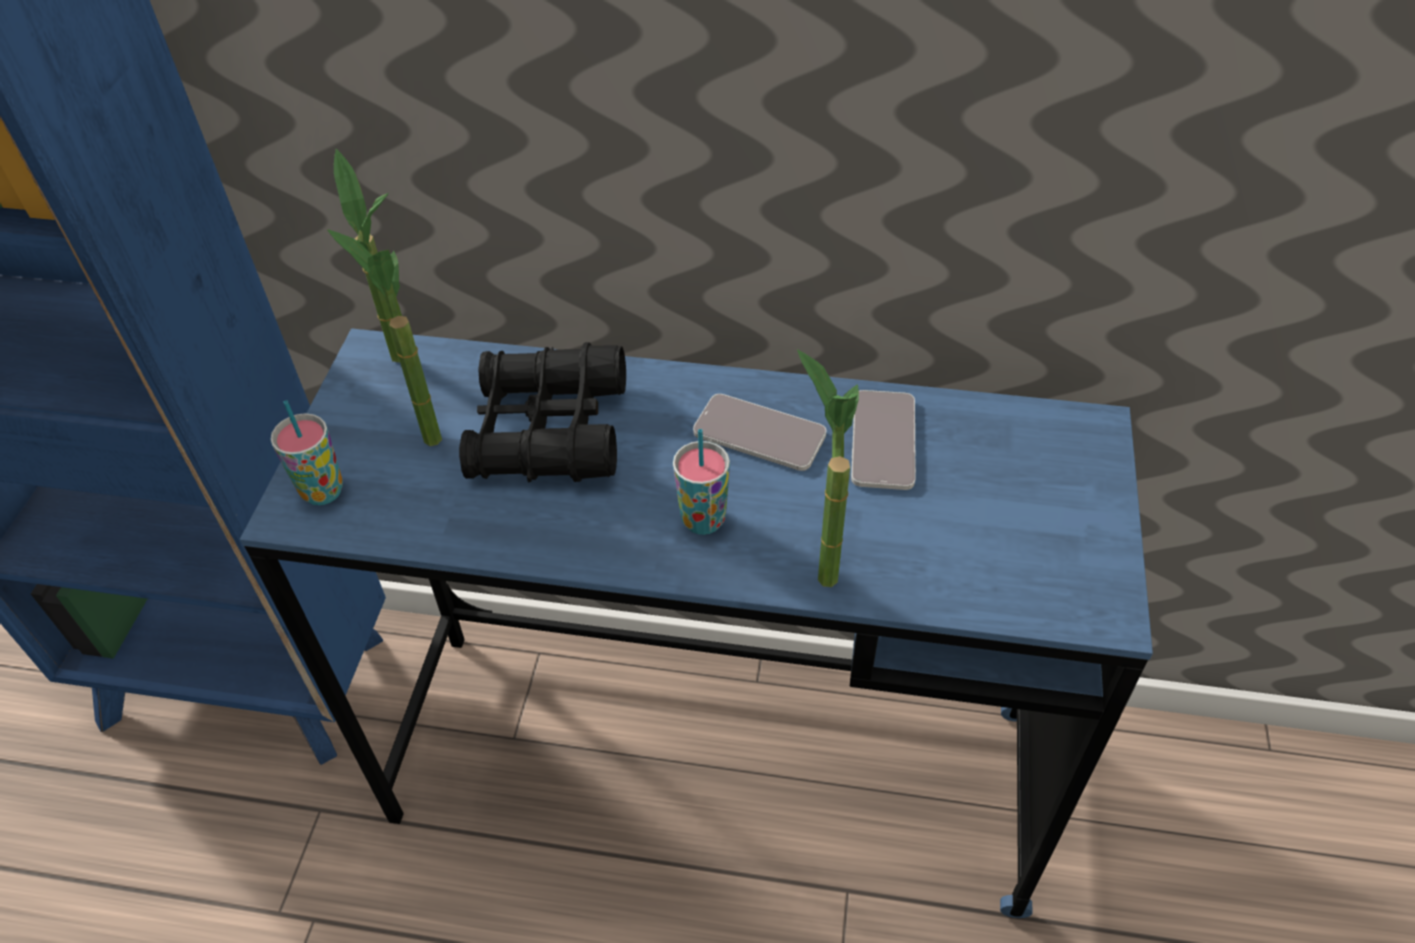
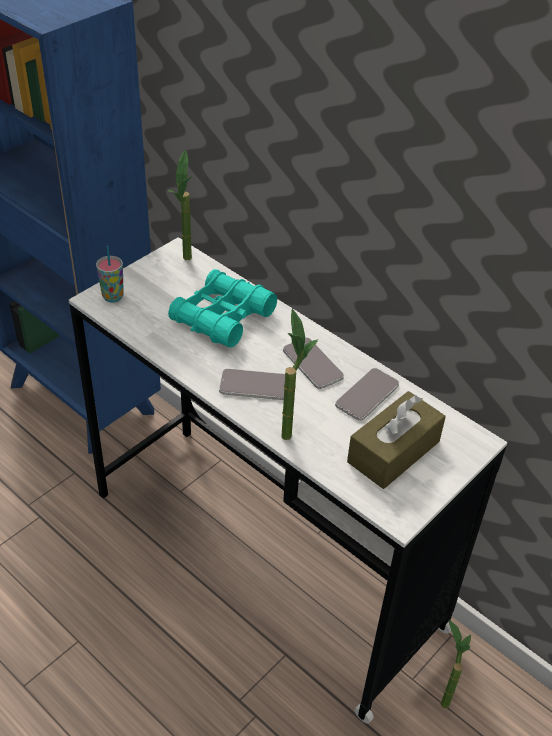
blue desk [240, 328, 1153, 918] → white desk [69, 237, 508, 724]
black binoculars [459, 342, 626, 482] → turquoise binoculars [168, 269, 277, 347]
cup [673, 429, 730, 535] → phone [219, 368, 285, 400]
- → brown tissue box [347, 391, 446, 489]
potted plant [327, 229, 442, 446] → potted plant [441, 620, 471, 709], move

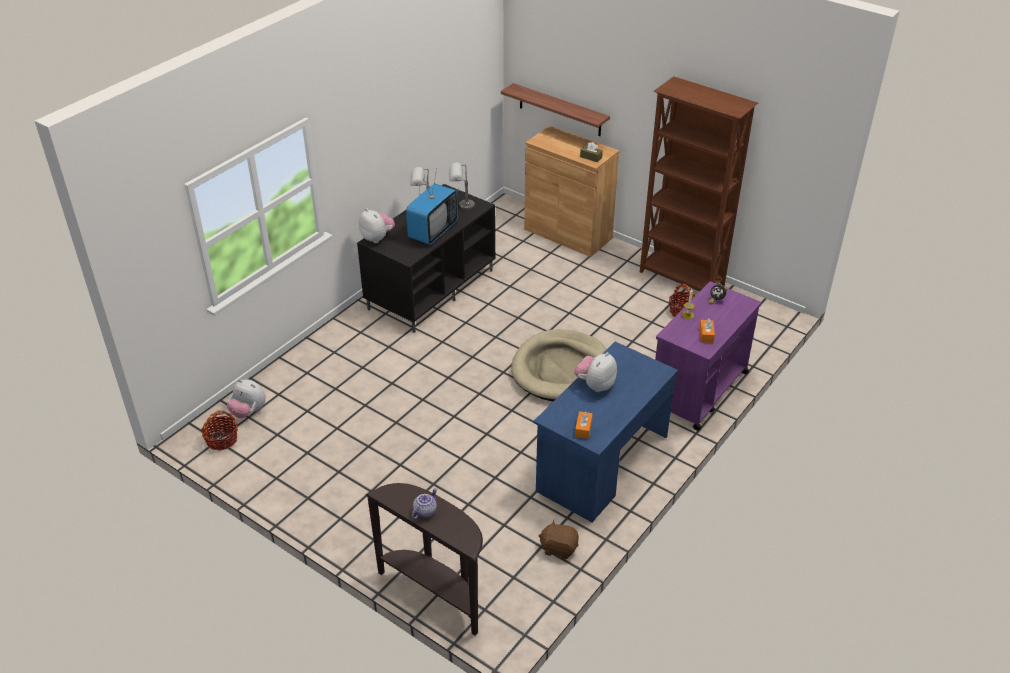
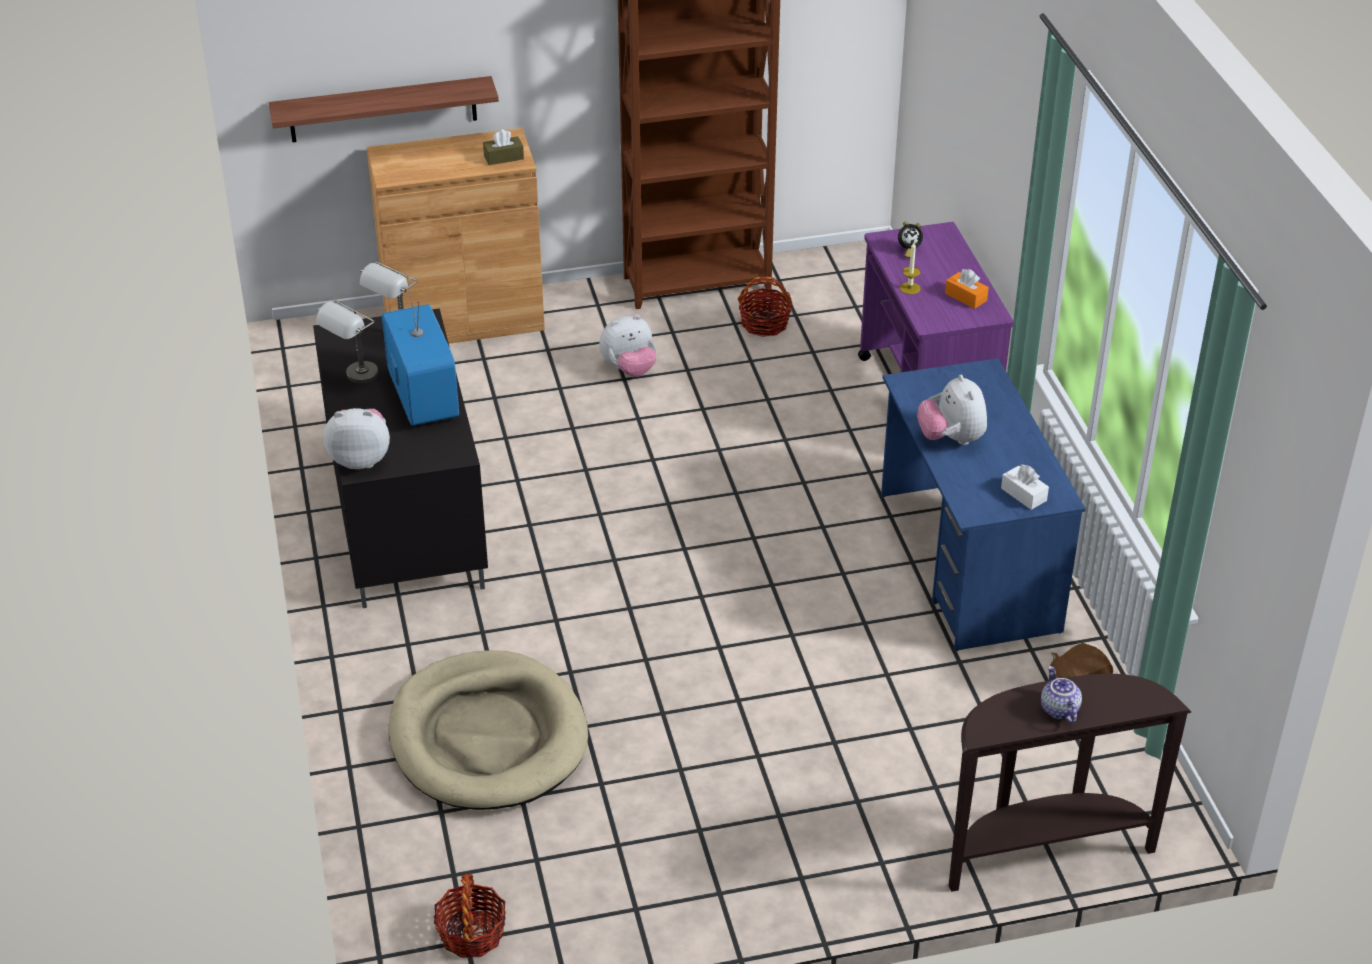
beige dog bed [511, 329, 607, 401] → beige dog bed [389, 650, 588, 810], move
plush toy [227, 379, 266, 418] → plush toy [599, 315, 657, 377], move
orange tissue box [575, 411, 593, 439] → white tissue box [1001, 465, 1049, 510]

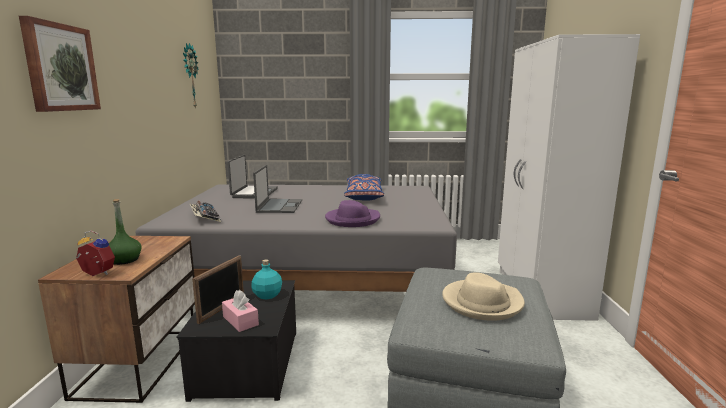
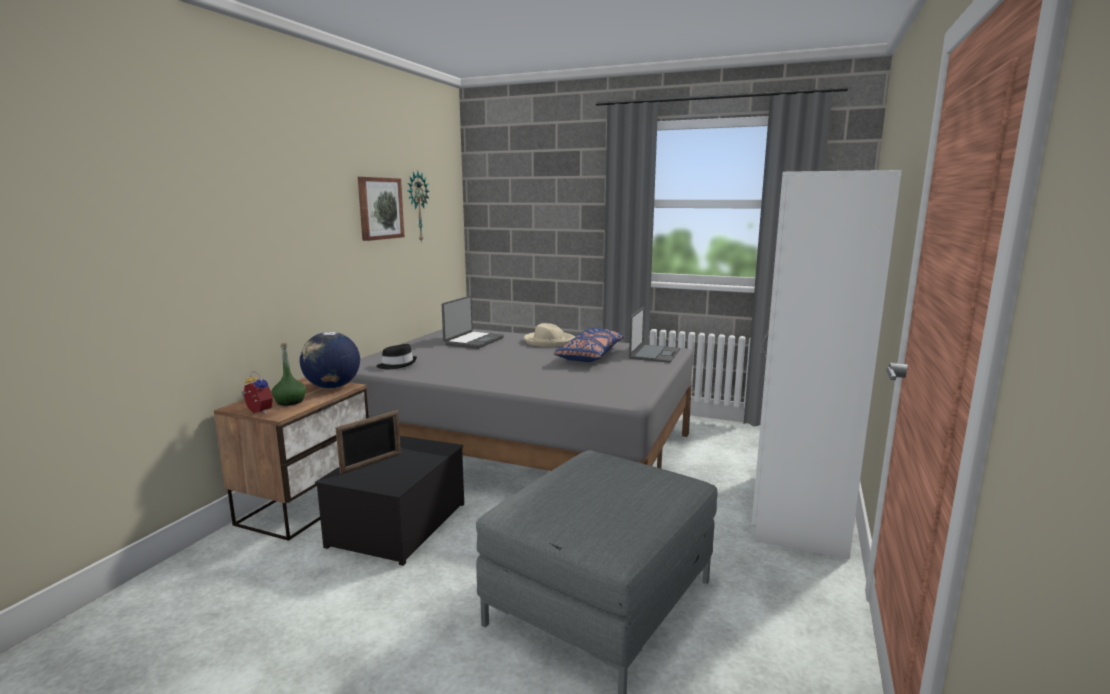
- → globe [300, 332, 360, 389]
picture [19, 16, 101, 112] → picture [358, 177, 405, 241], move
keyboard [189, 201, 221, 222] → black hat [376, 344, 417, 369]
beige hat [442, 272, 525, 321] → beige hat [524, 323, 575, 347], move
laptop [253, 165, 302, 213] → laptop [629, 307, 680, 363], move
pink tissue box [222, 290, 259, 332] → -
turquoise bottle [251, 259, 282, 300] → -
purple hat [325, 200, 380, 227] → -

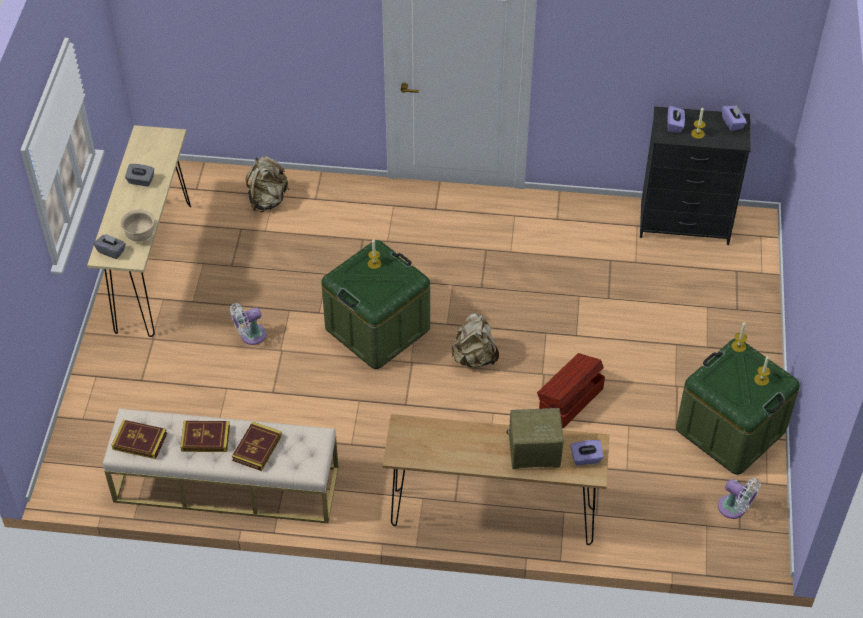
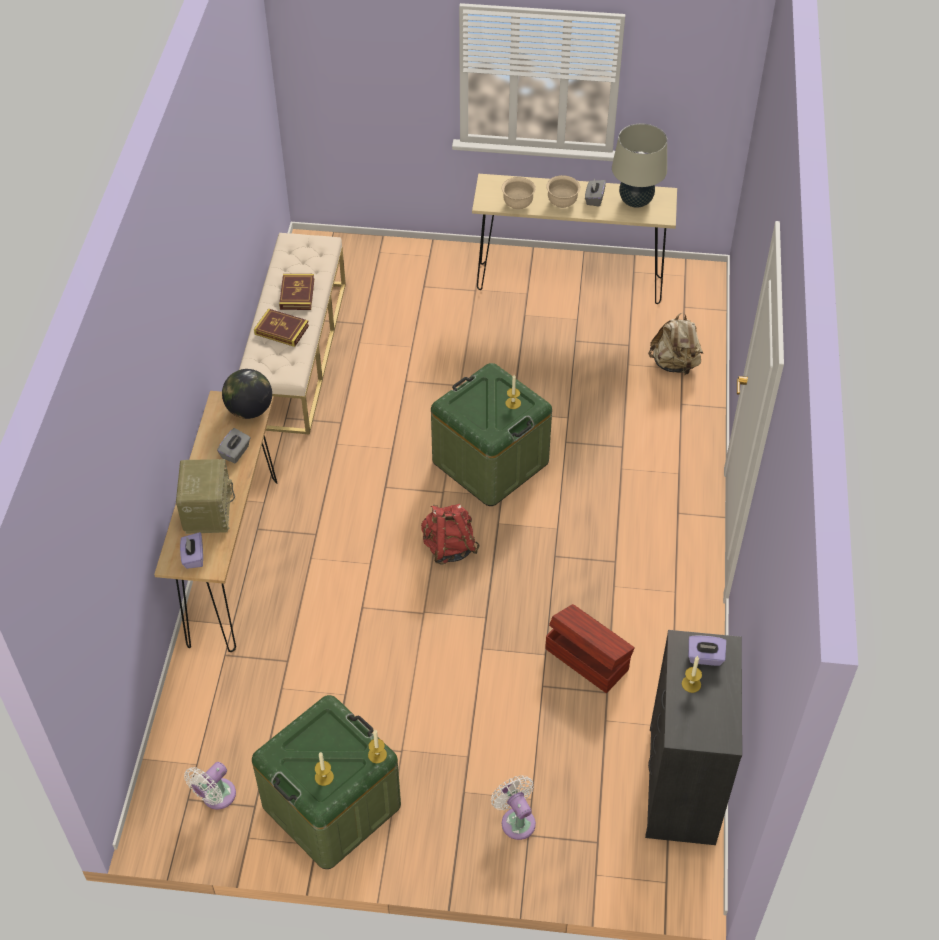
grey tissue box [94, 233, 126, 259] → grey tissue box [217, 428, 250, 463], move
- → globe [222, 369, 272, 419]
beige backpack [452, 313, 499, 368] → red backpack [421, 504, 480, 564]
white fan [230, 303, 266, 345] → white fan [491, 775, 536, 840], move
brown storage box [537, 353, 605, 429] → brown storage box [545, 604, 635, 693], move
- → beige bowl [546, 175, 581, 208]
- → beige table lamp [612, 124, 667, 208]
book [111, 420, 167, 459] → -
purple tissue box [722, 105, 747, 131] → -

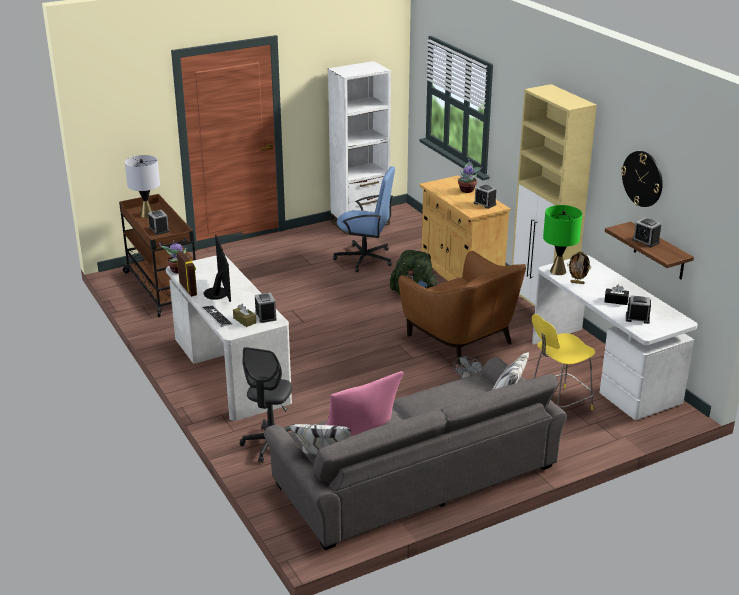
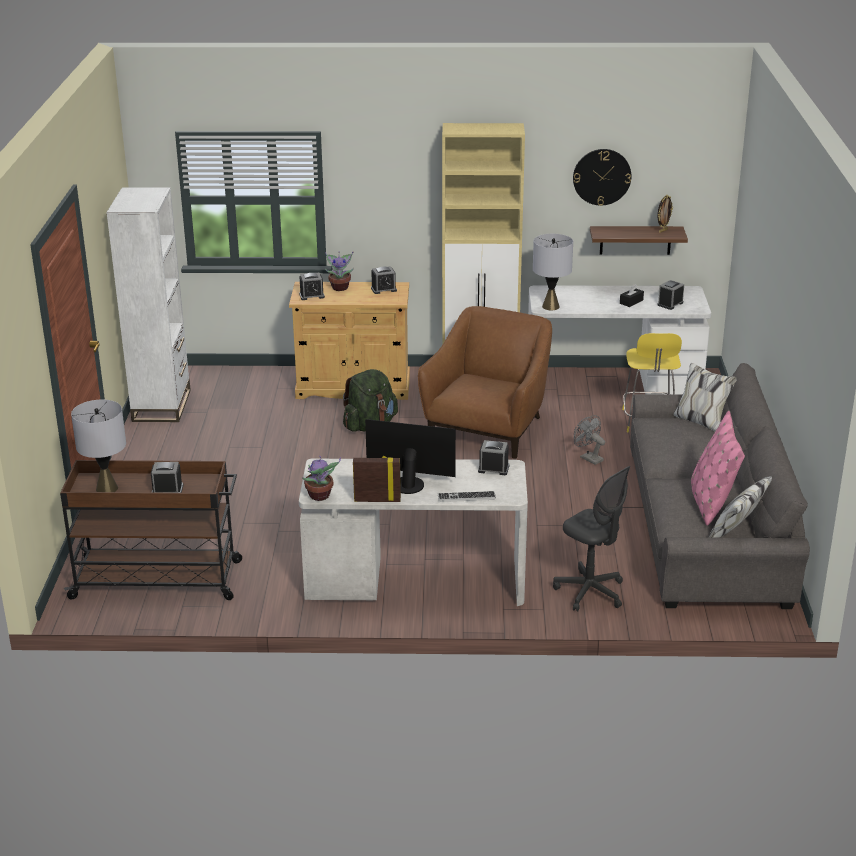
alarm clock [632, 217, 661, 247] → alarm clock [299, 273, 325, 300], move
brown armchair [398, 251, 526, 365] → brown armchair [418, 306, 552, 459], 60 degrees counterclockwise
green table lamp [543, 205, 582, 275] → grey table lamp [533, 234, 573, 310]
picture frame [567, 251, 591, 284] → picture frame [658, 195, 673, 233], move
brown tissue box [233, 304, 256, 327] → -
blue office chair [333, 166, 395, 272] → -

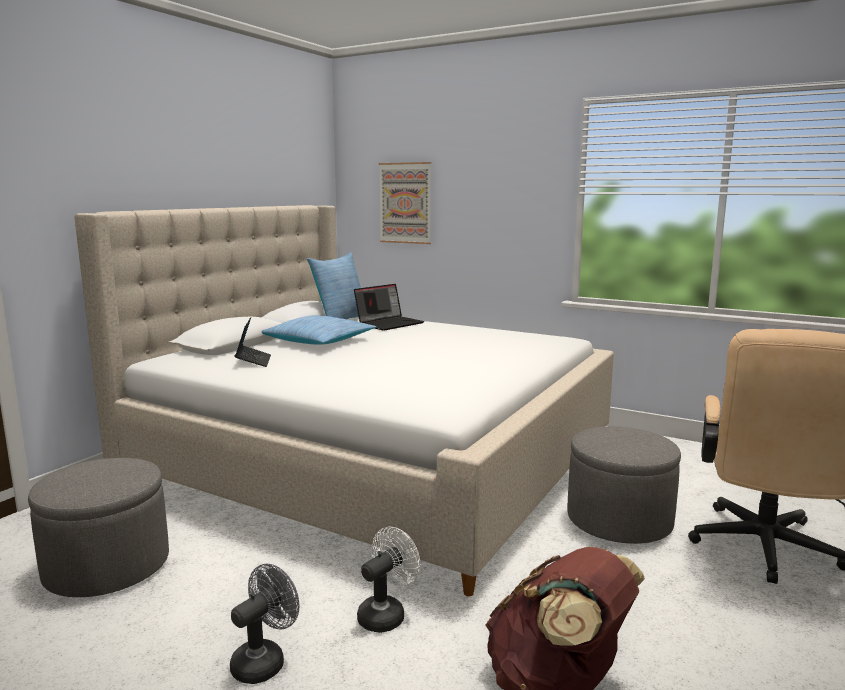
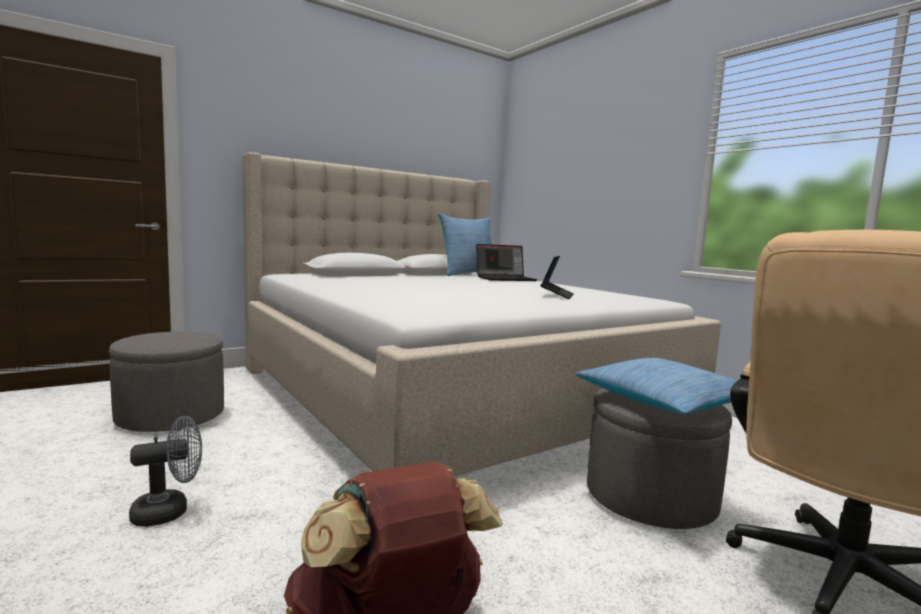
laptop [235, 317, 271, 367] → laptop [541, 256, 574, 299], move
pillow [262, 315, 376, 345] → pillow [576, 358, 736, 414], move
white fan [357, 527, 420, 633] → -
picture [379, 162, 431, 244] → -

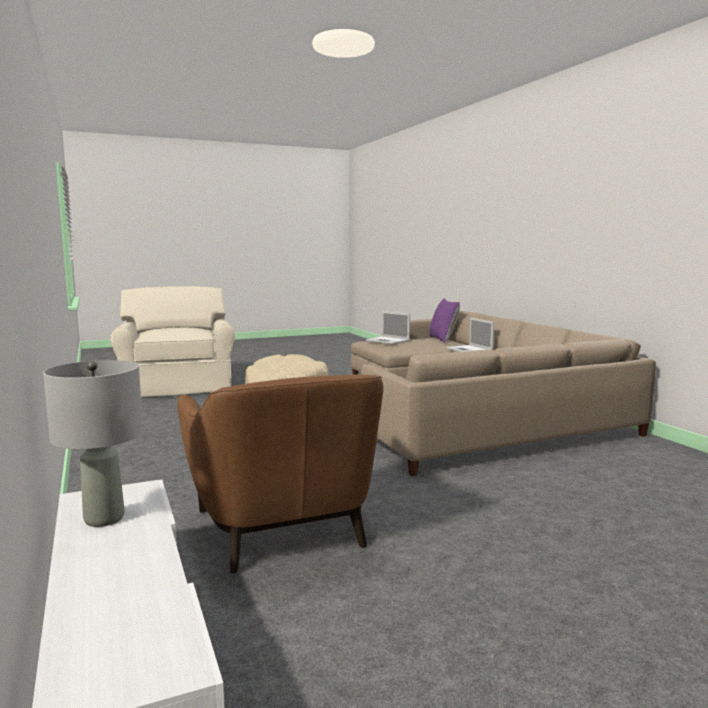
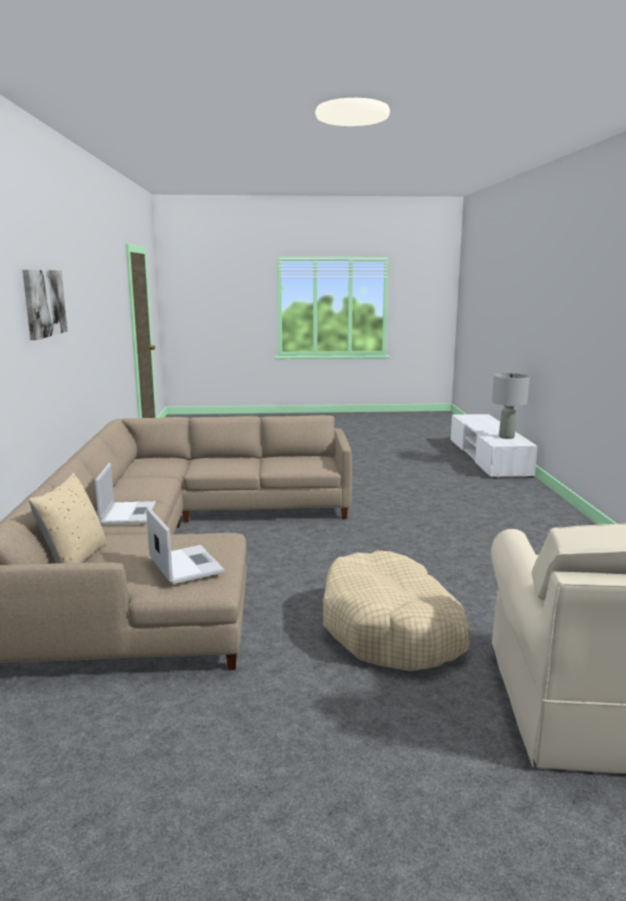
- → picture [23, 270, 68, 340]
purple pillow [429, 298, 460, 343] → beige pillow [28, 473, 106, 563]
brown armchair [178, 374, 384, 573] → -

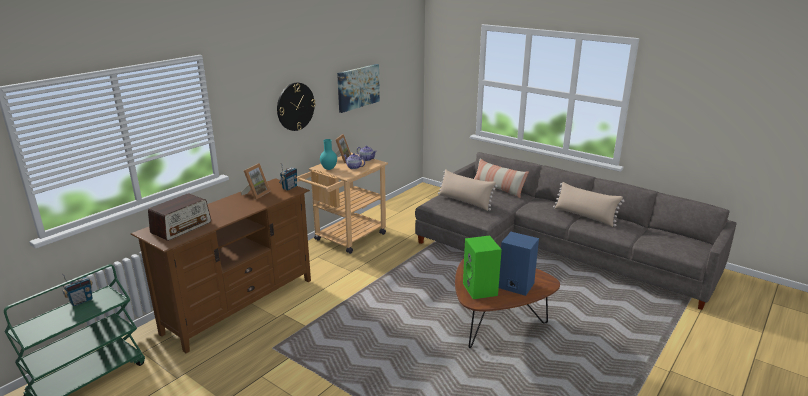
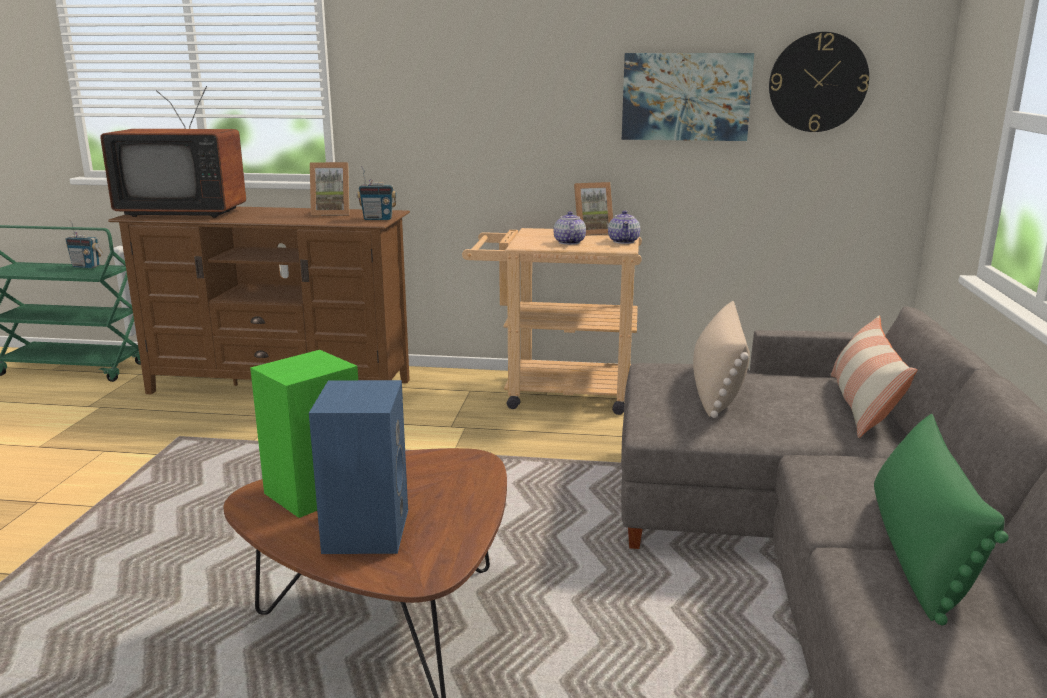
radio [148, 193, 211, 241] → television [100, 86, 246, 218]
wall clock [277, 83, 316, 131] → wall clock [769, 32, 869, 132], move
beige pillow [553, 182, 624, 227] → green pillow [874, 414, 1009, 625]
turquoise vase [320, 139, 337, 170] → -

